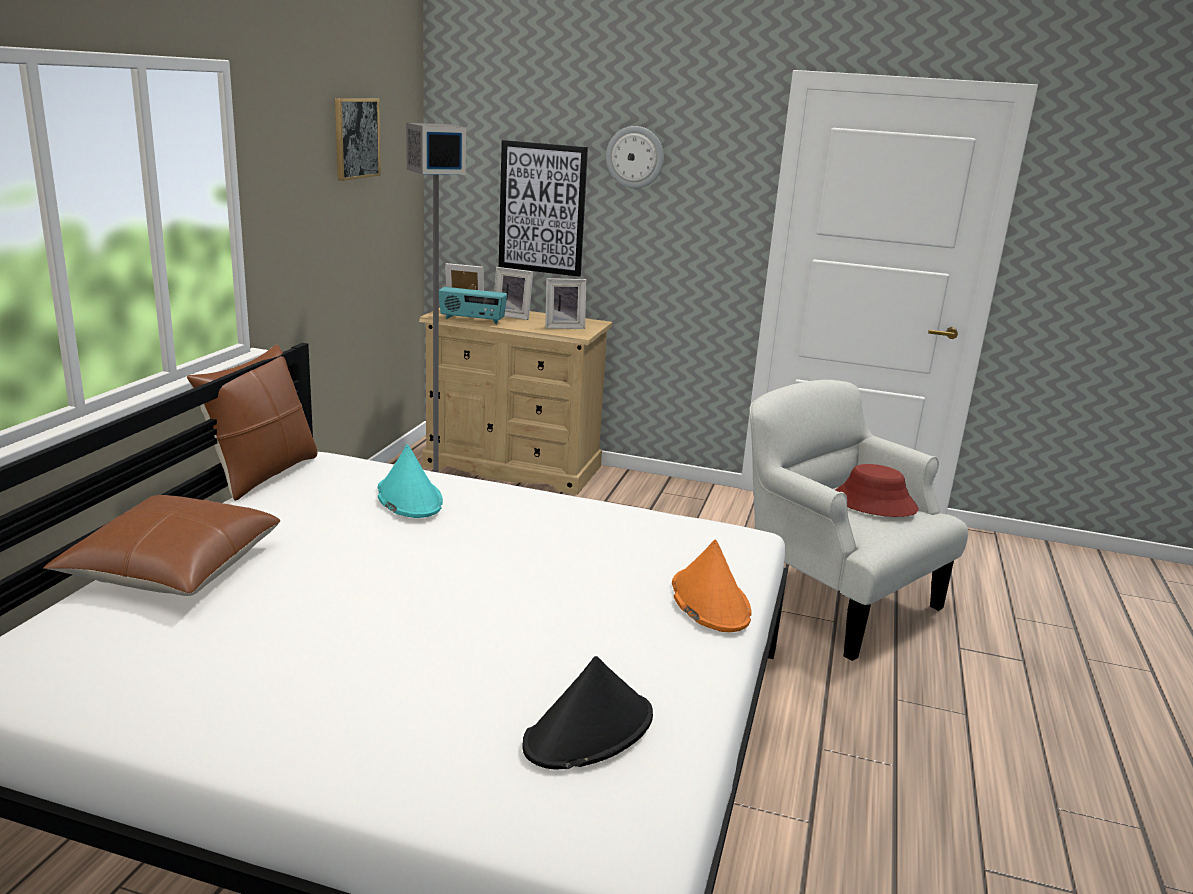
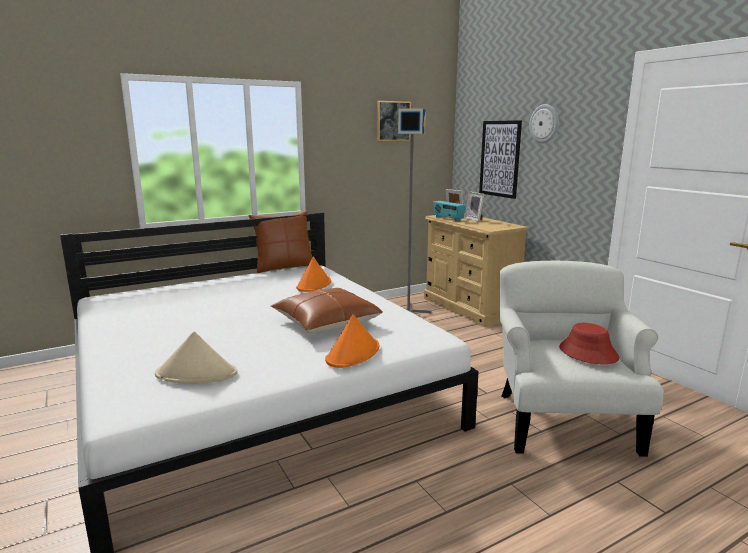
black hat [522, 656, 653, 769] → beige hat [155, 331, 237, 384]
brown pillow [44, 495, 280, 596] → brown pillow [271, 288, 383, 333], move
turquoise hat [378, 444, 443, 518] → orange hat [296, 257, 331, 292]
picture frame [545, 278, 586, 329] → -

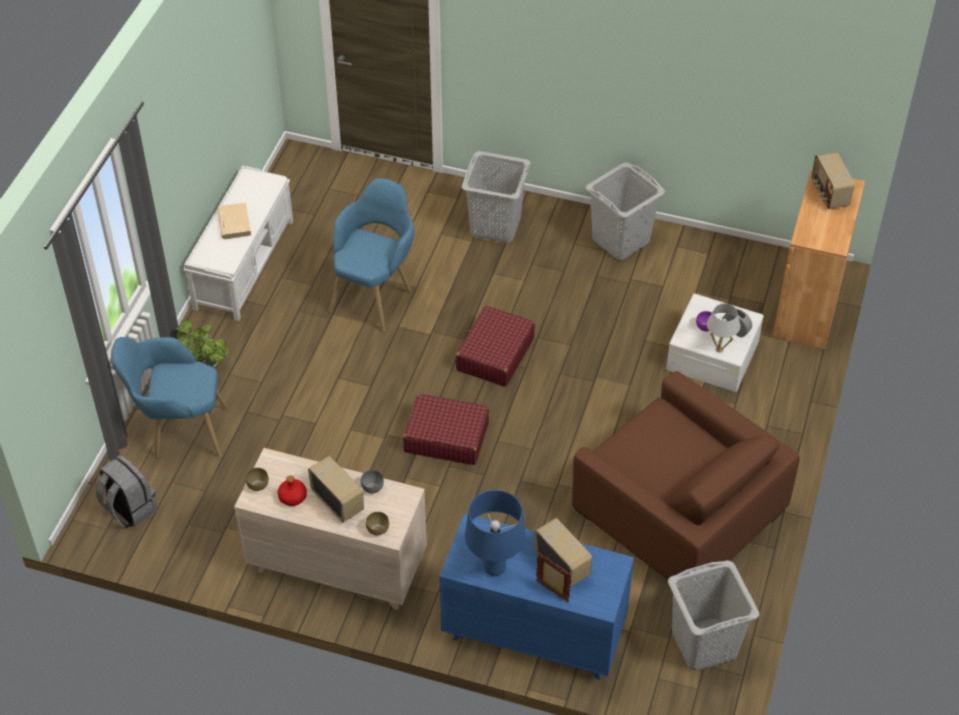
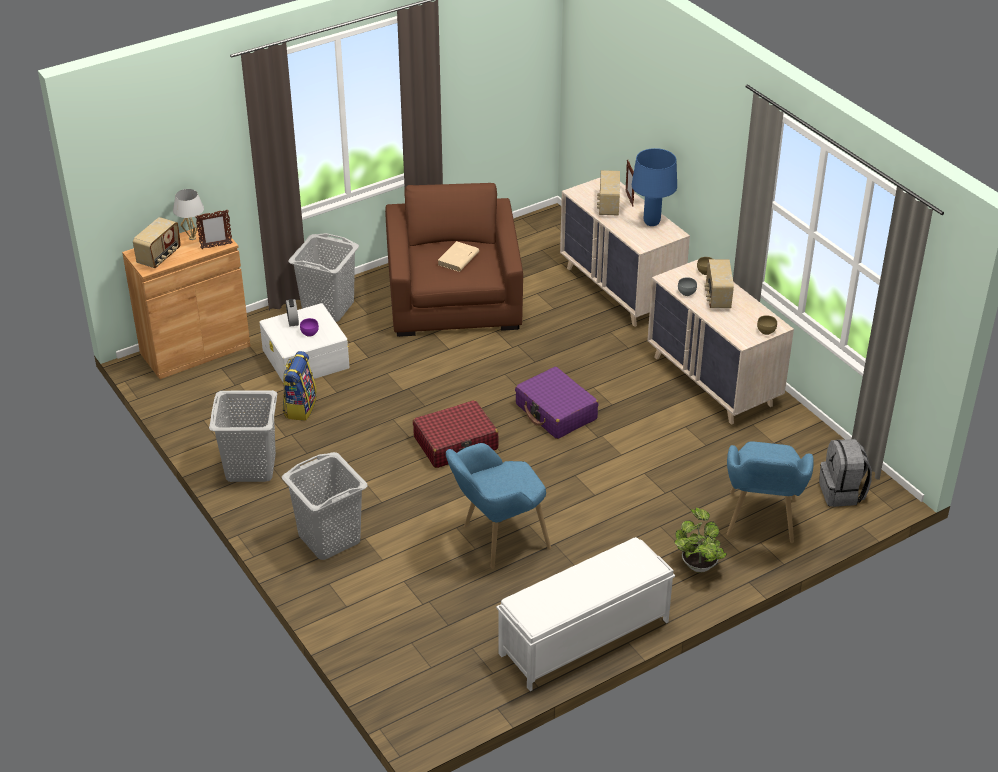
white table lamp [707, 304, 740, 353] → white table lamp [173, 189, 204, 240], move
- → picture frame [195, 210, 233, 249]
- → backpack [283, 351, 317, 421]
grey laundry basket [668, 560, 759, 671] → grey laundry basket [288, 233, 359, 322], move
beige book [217, 202, 251, 239] → beige book [438, 241, 479, 272], move
red suitcase [403, 394, 489, 465] → purple suitcase [515, 367, 598, 439]
blue dresser [439, 513, 634, 680] → beige dresser [560, 178, 690, 327]
blue armchair [111, 337, 227, 458] → blue armchair [727, 441, 814, 543], 60 degrees clockwise
red bottle [278, 475, 307, 506] → -

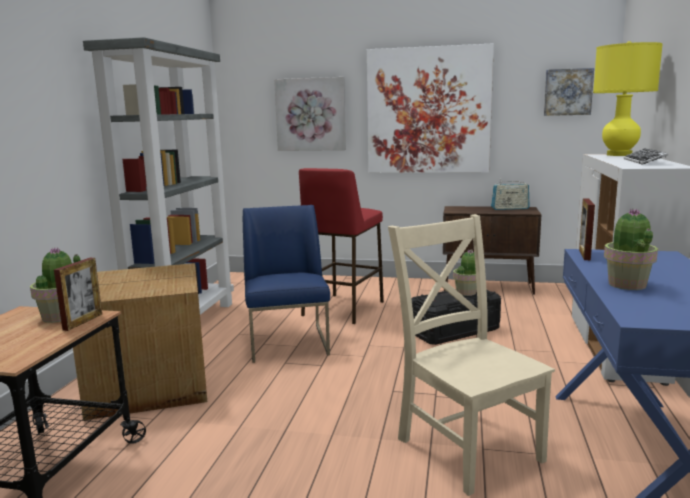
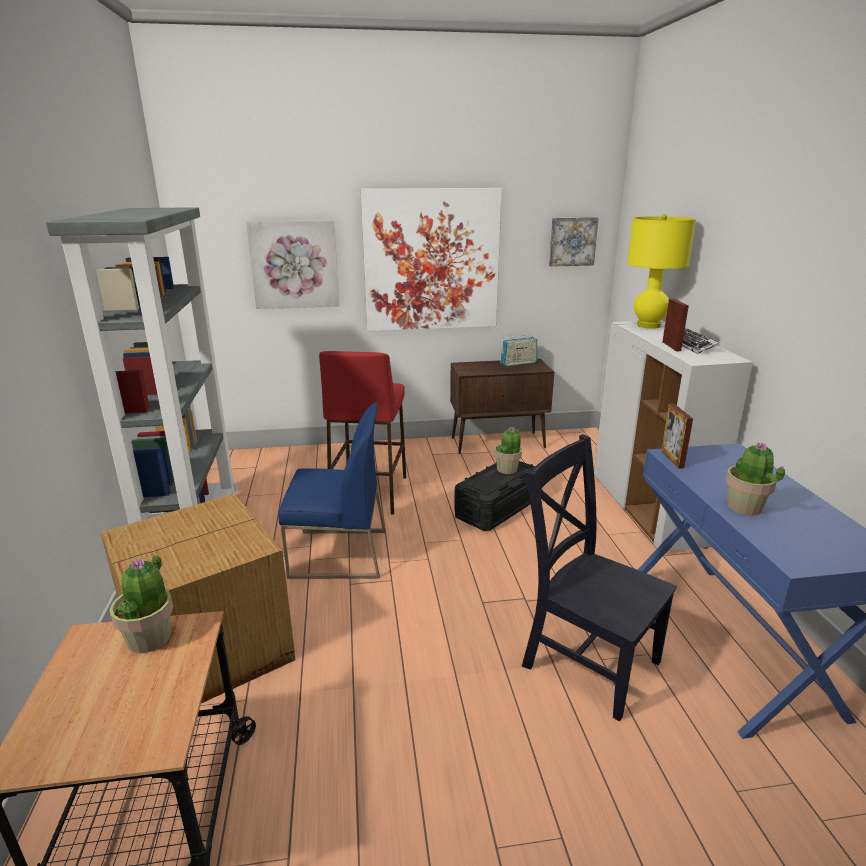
blue chair [243, 205, 330, 363] → blue chair [278, 403, 385, 579], 120 degrees clockwise
beige chair [388, 214, 555, 496] → black chair [522, 434, 677, 721]
picture frame [54, 258, 102, 331] → picture frame [662, 298, 689, 351], move

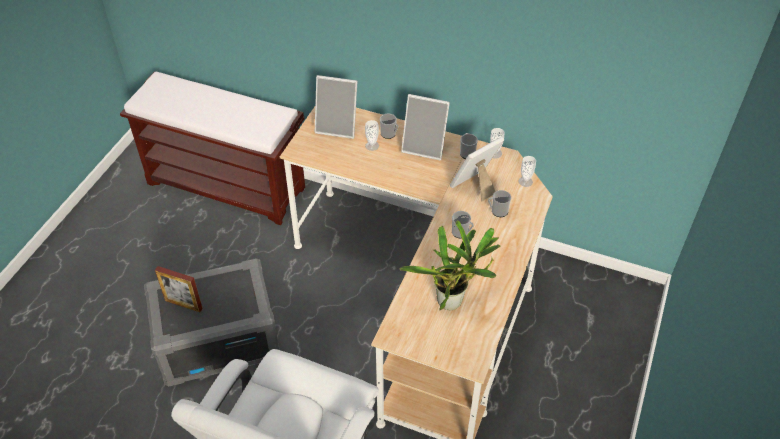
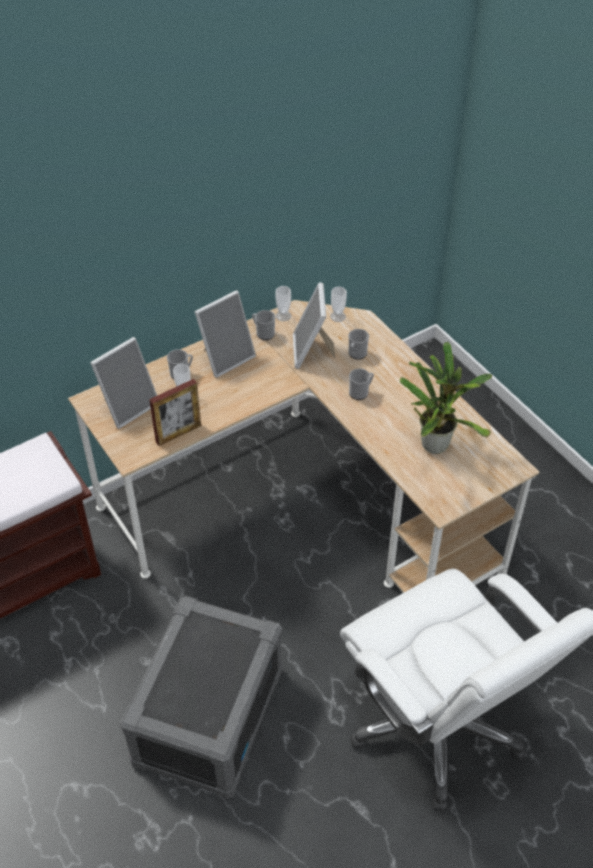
picture frame [155, 266, 203, 312] → picture frame [149, 379, 201, 446], move

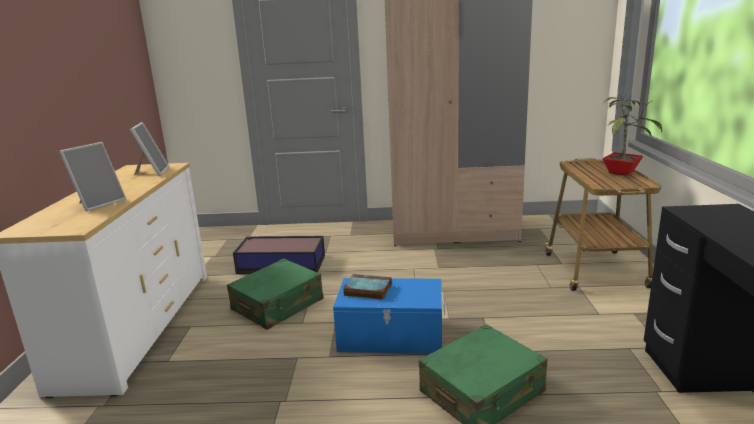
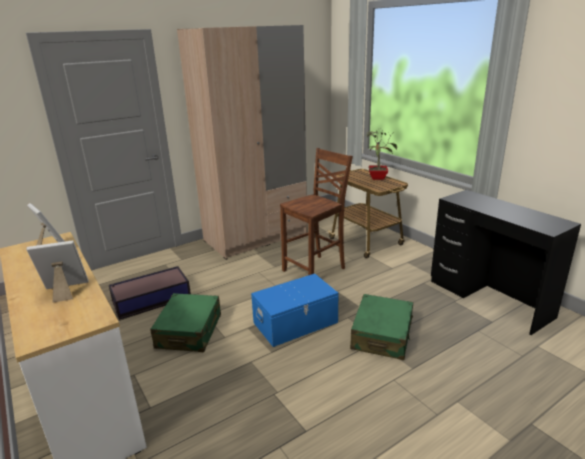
picture frame [59, 142, 126, 212] → picture frame [26, 240, 89, 303], 105 degrees counterclockwise
- → brown chair [280, 148, 353, 275]
book [343, 274, 392, 300] → -

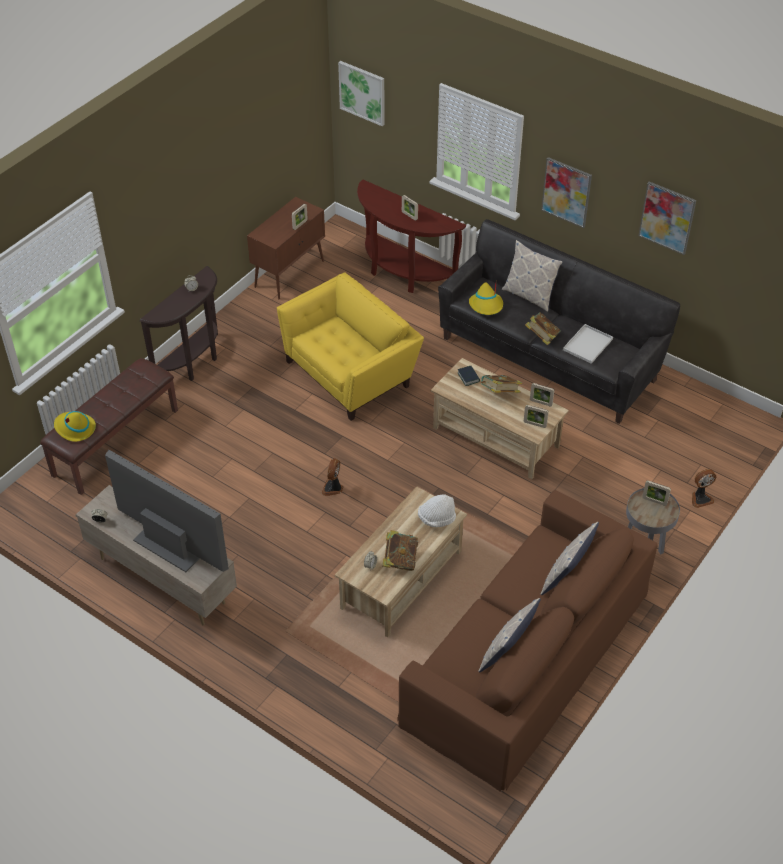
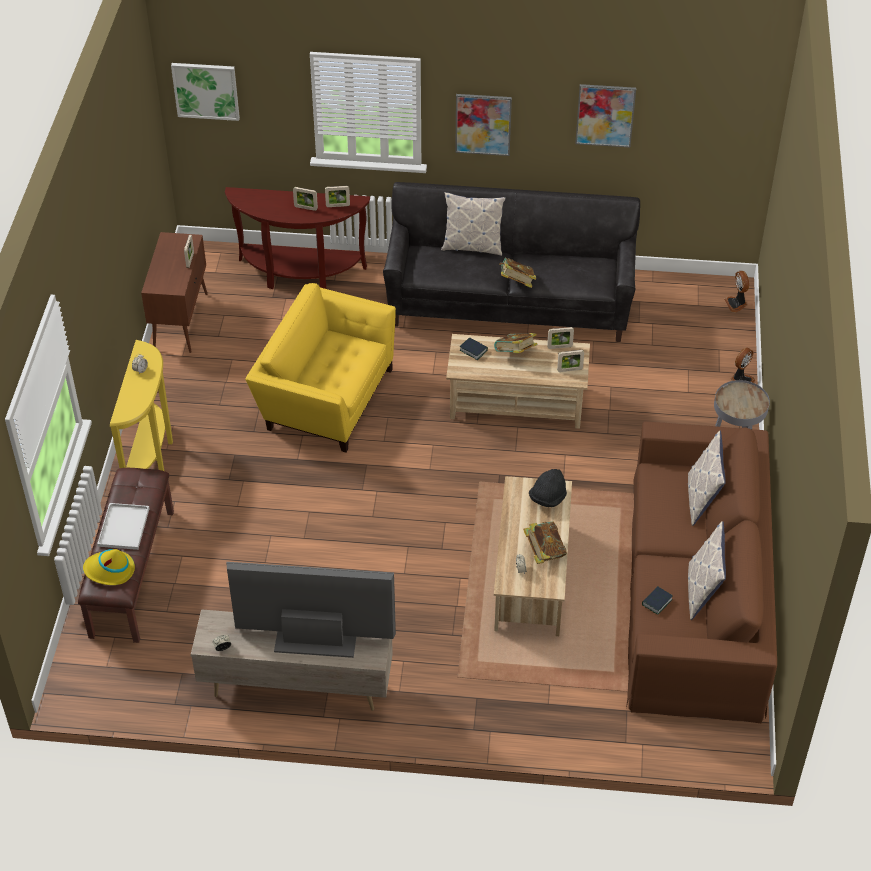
white tray [563, 324, 613, 364] → white tray [97, 503, 150, 550], move
brown console table [140, 266, 218, 381] → yellow console table [110, 340, 173, 471]
yellow armchair [277, 272, 424, 421] → yellow armchair [245, 283, 396, 452], 90 degrees counterclockwise
picture frame [642, 480, 671, 506] → picture frame [325, 186, 350, 207], move
white hat [418, 494, 456, 527] → black hat [529, 469, 567, 507]
- → book [642, 586, 673, 615]
fan [321, 458, 344, 496] → fan [724, 271, 749, 313], move
yellow hat [469, 282, 503, 315] → -

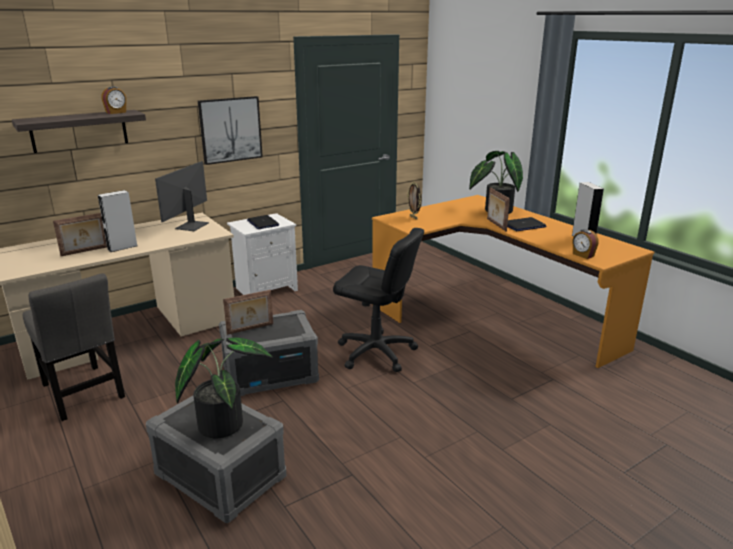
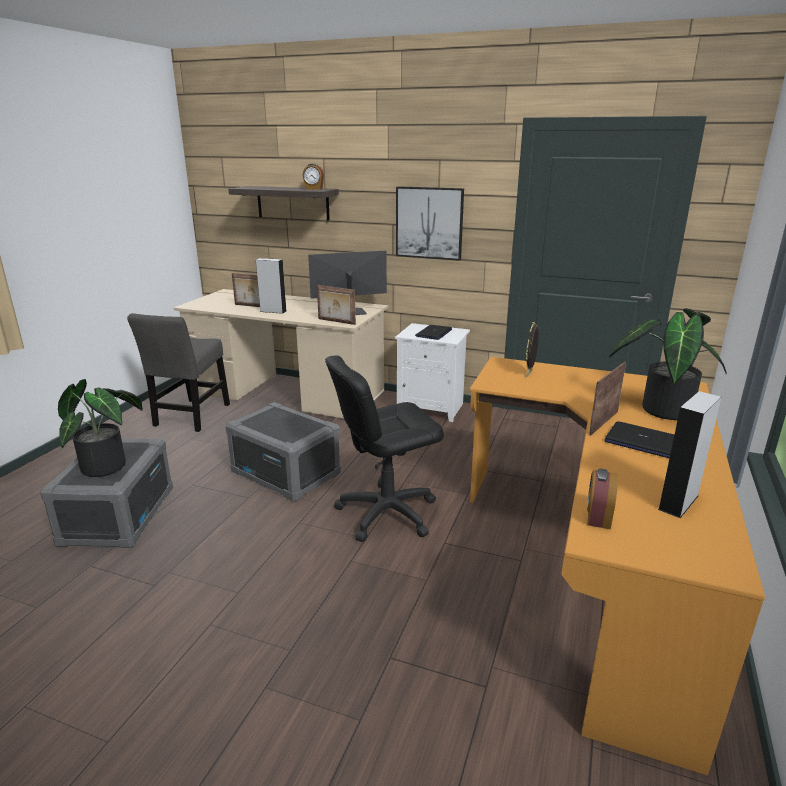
picture frame [223, 290, 273, 335] → picture frame [317, 285, 356, 325], move
black office chair [333, 228, 424, 372] → black office chair [325, 355, 444, 542], 75 degrees clockwise

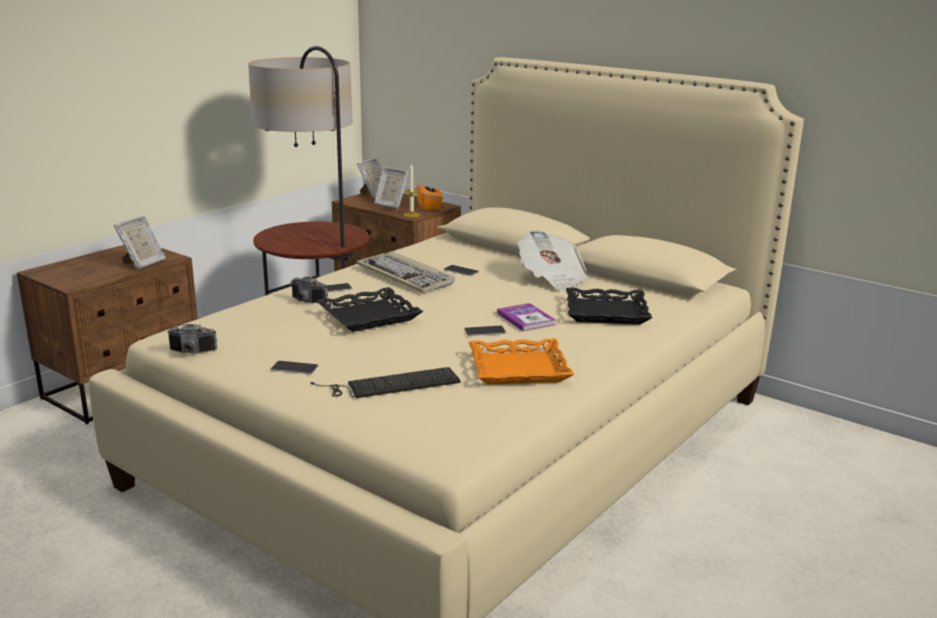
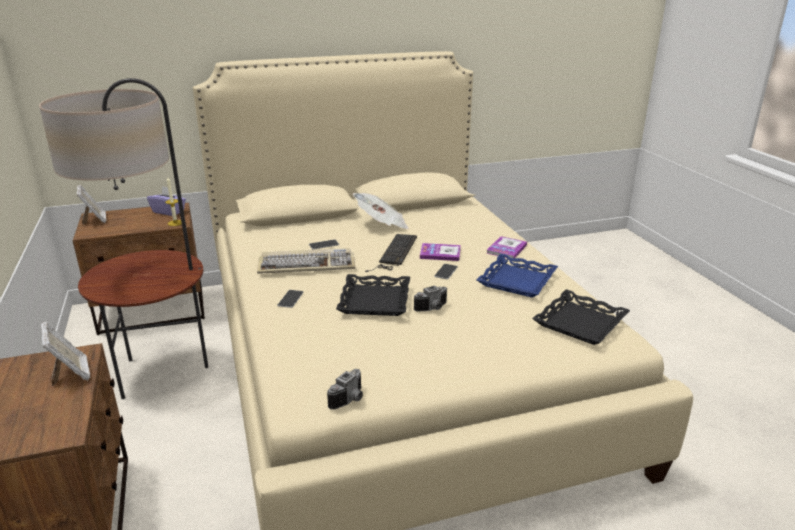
orange tissue box [416, 179, 443, 210] → purple tissue box [147, 186, 186, 216]
keyboard [311, 367, 460, 398] → keyboard [365, 234, 417, 272], move
photo camera [292, 277, 328, 303] → photo camera [414, 285, 447, 312], move
orange tray [469, 339, 574, 385] → blue tray [477, 254, 558, 298]
- → book [486, 236, 527, 258]
black tray [566, 288, 652, 324] → black tray [532, 290, 630, 345], move
phone [271, 361, 319, 374] → -
picture frame [374, 167, 409, 209] → -

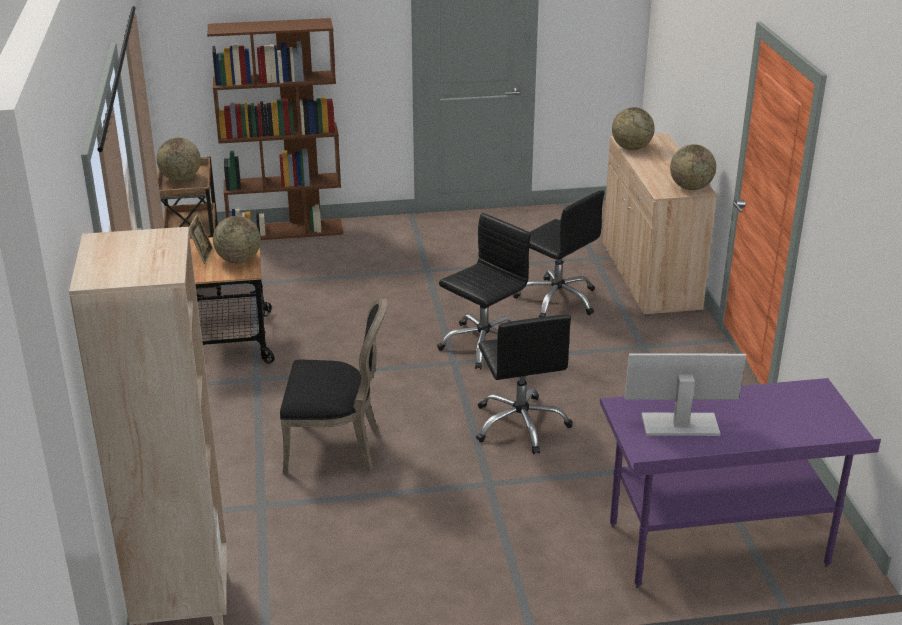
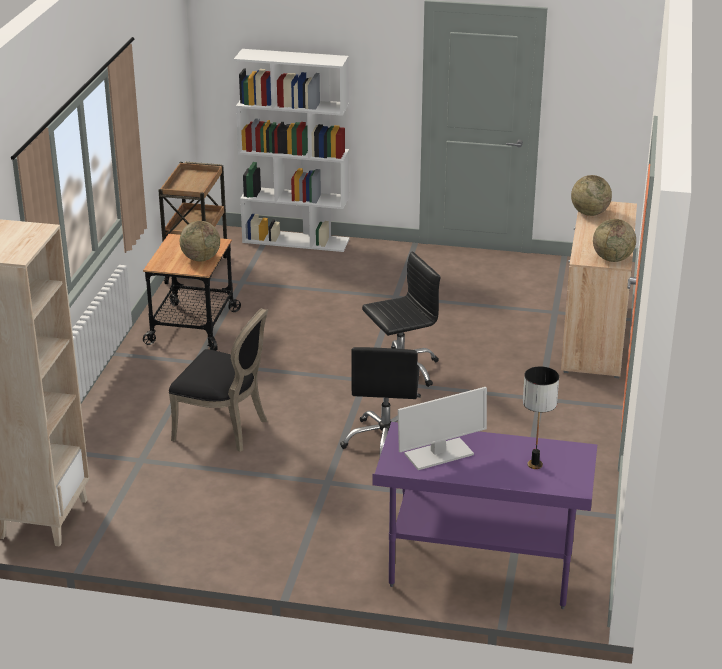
brown bookcase [207, 18, 344, 240] → white bookcase [234, 49, 349, 252]
monitor [624, 353, 746, 436] → monitor [398, 387, 487, 470], 135 degrees clockwise
- → table lamp [523, 366, 559, 469]
globe [156, 137, 201, 181] → -
picture frame [189, 214, 213, 264] → -
black office chair [513, 190, 605, 317] → -

